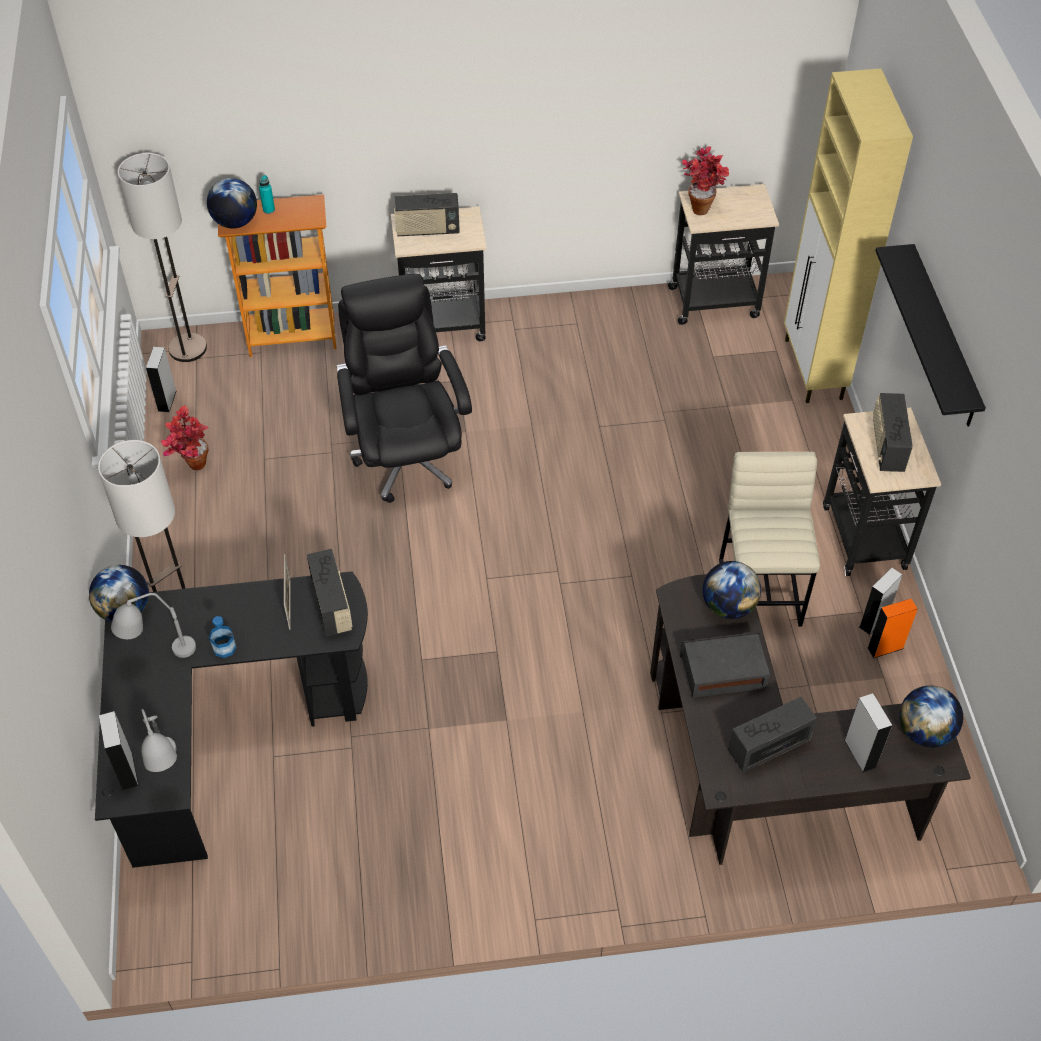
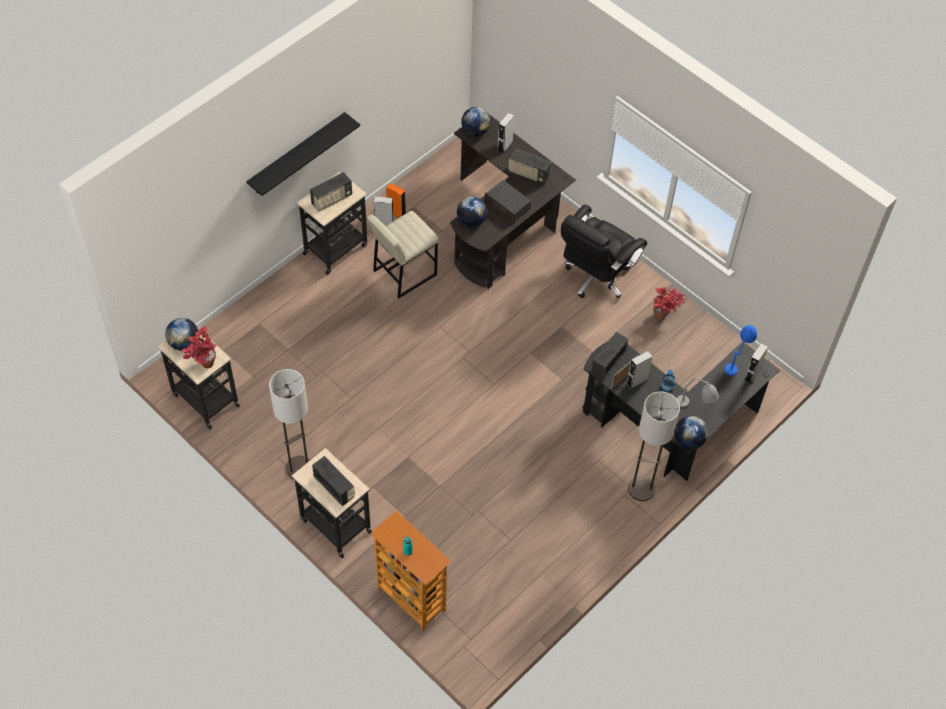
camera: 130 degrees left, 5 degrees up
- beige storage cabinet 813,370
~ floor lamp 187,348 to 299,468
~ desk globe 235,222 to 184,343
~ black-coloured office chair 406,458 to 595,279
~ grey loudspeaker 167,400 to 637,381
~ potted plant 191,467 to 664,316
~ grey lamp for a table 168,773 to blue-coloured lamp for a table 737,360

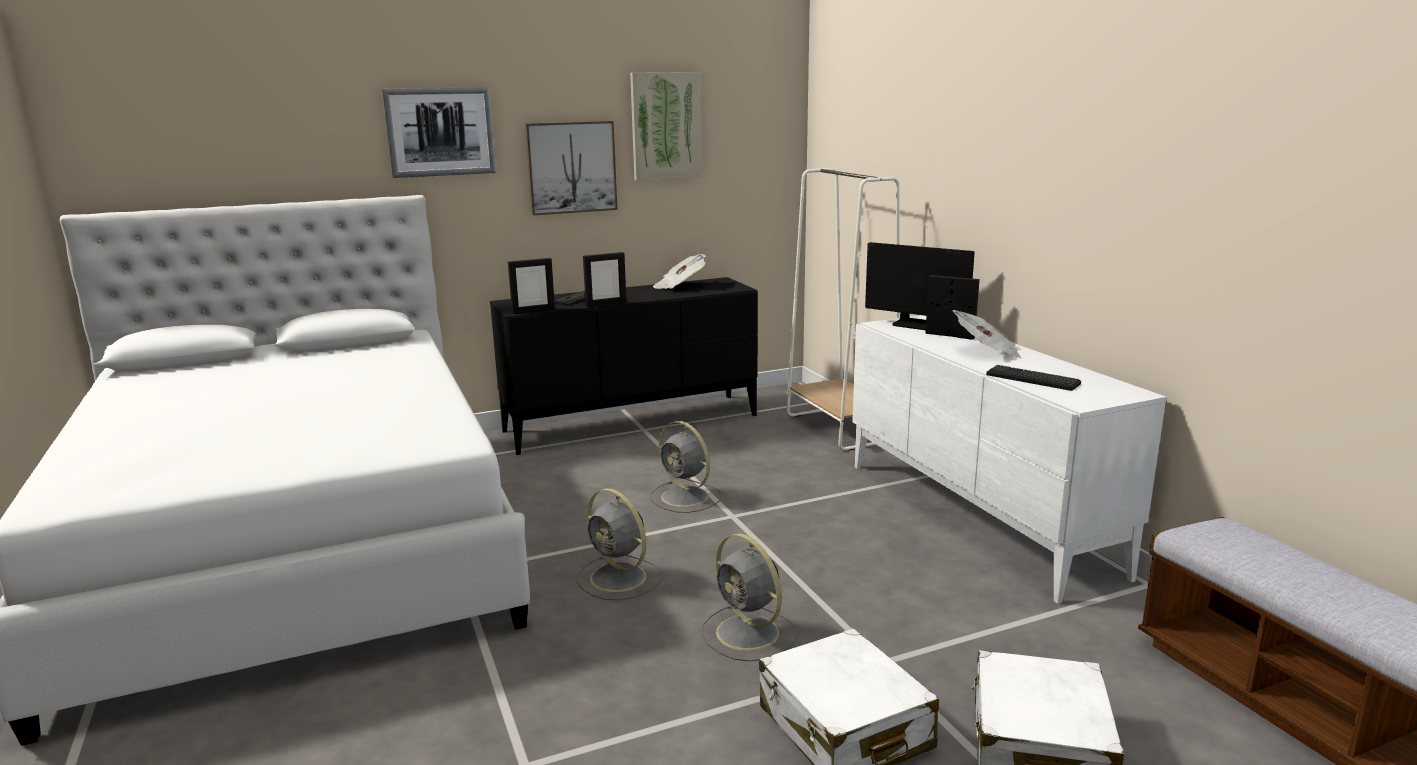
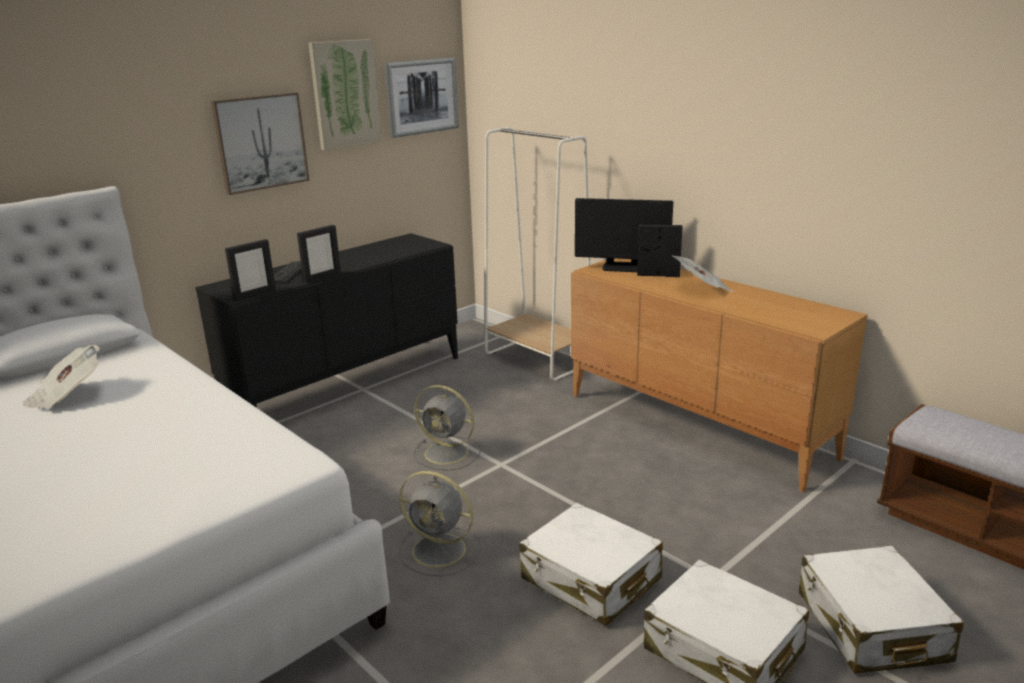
camera: 20 degrees left, 5 degrees up
~ wall picture 440,132 to 422,97
~ newspaper 679,286 to 67,396
~ white-coloured chest of drawers 978,517 to brown-coloured chest of drawers 698,425
- computer keyboard 1032,379
~ grey fan 749,634 to white-coloured piece of luggage 590,579

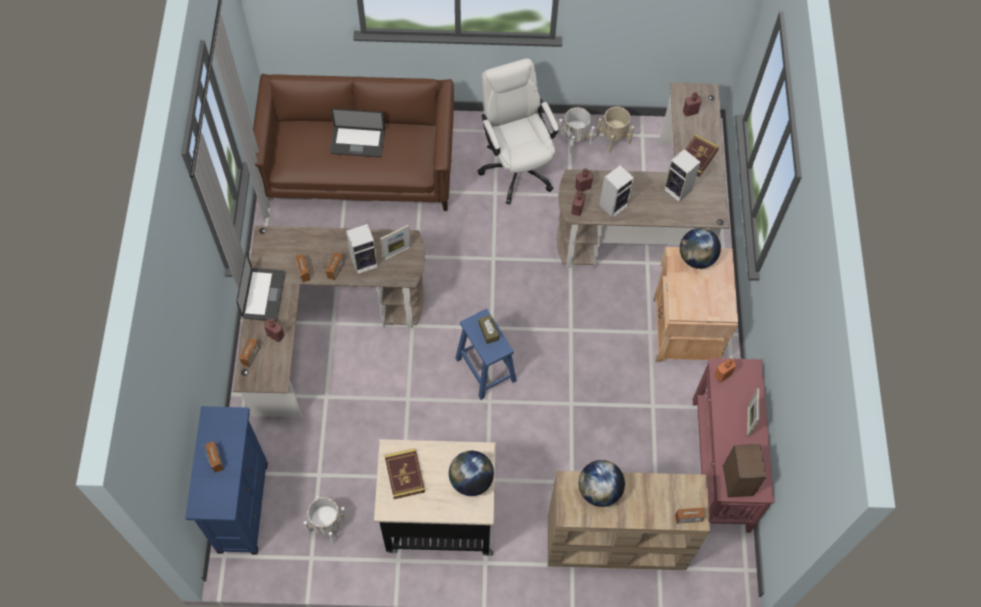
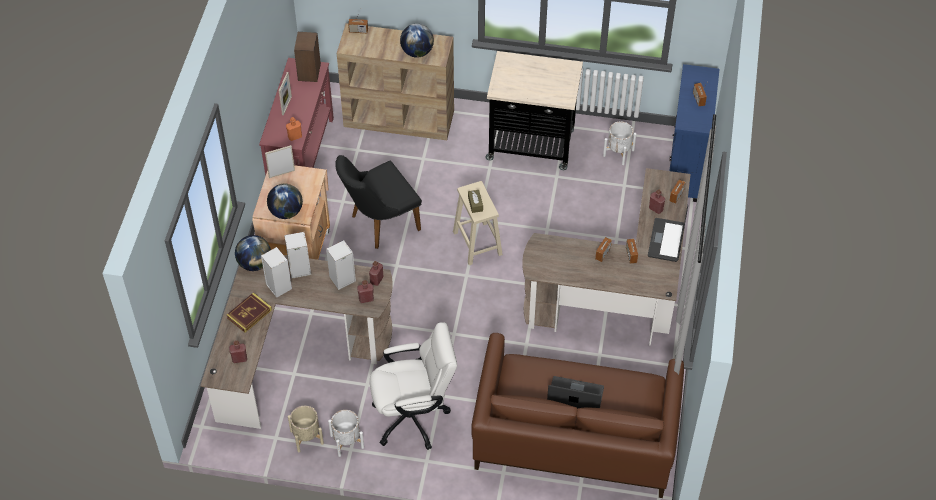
camera: 170 degrees left, 10 degrees down
~ white-coloured office chair 516,168 = 414,418 90 degrees counterclockwise
~ loudspeaker 365,261 to 299,270
~ photo frame 397,253 to 281,173
~ blue-coloured sitting stool 486,370 to beige sitting stool 477,242
- book 404,474
~ desk globe 471,480 to 255,263
+ black-coloured plain chair 379,224

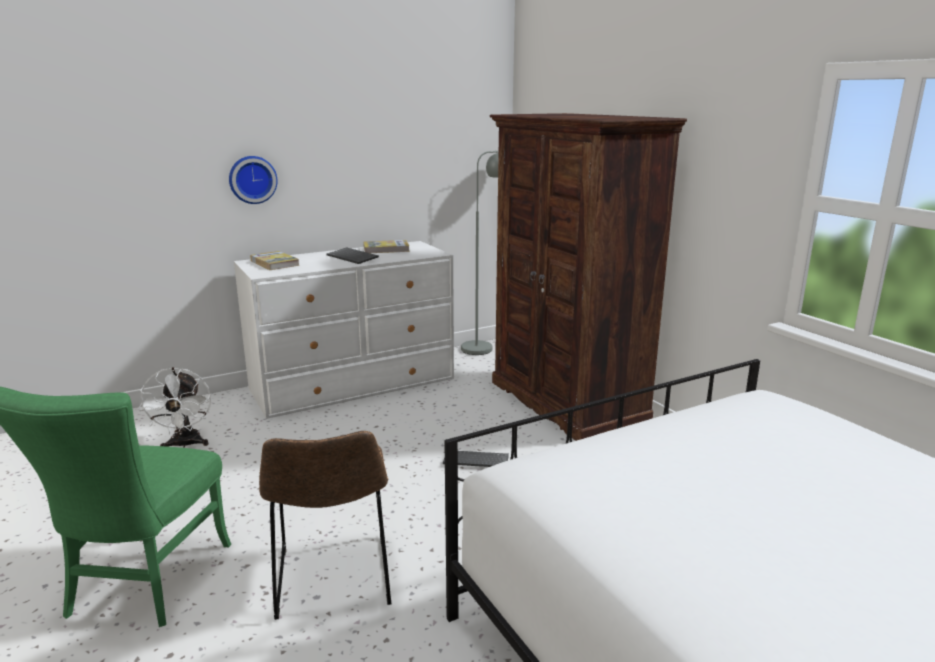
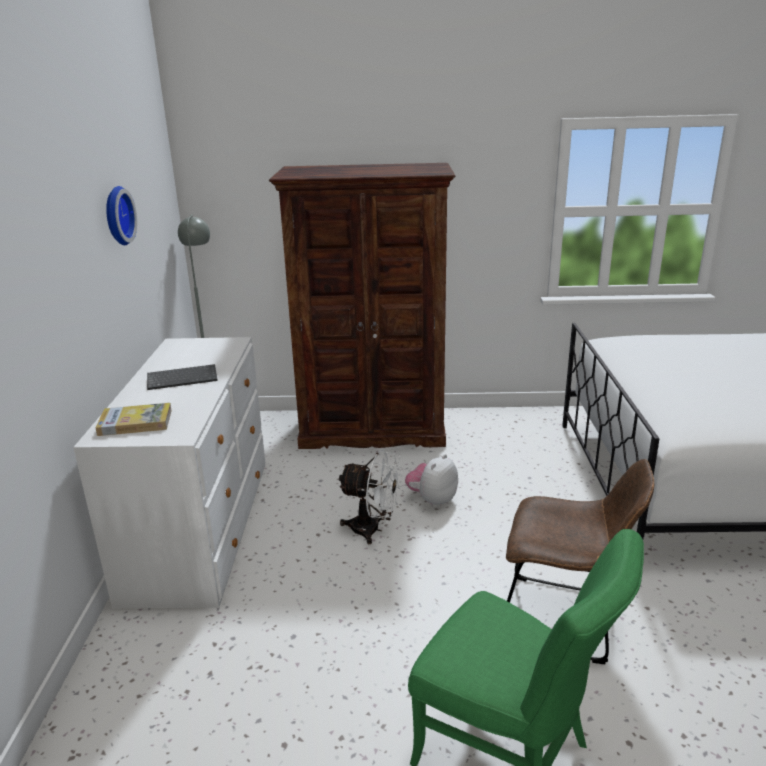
camera: 60 degrees left, 5 degrees up
~ hanging clock 252,179 to 116,216
- book 386,249
~ white-coloured fan 185,445 to 373,529
~ computer keyboard 475,461 to soft toy 432,500

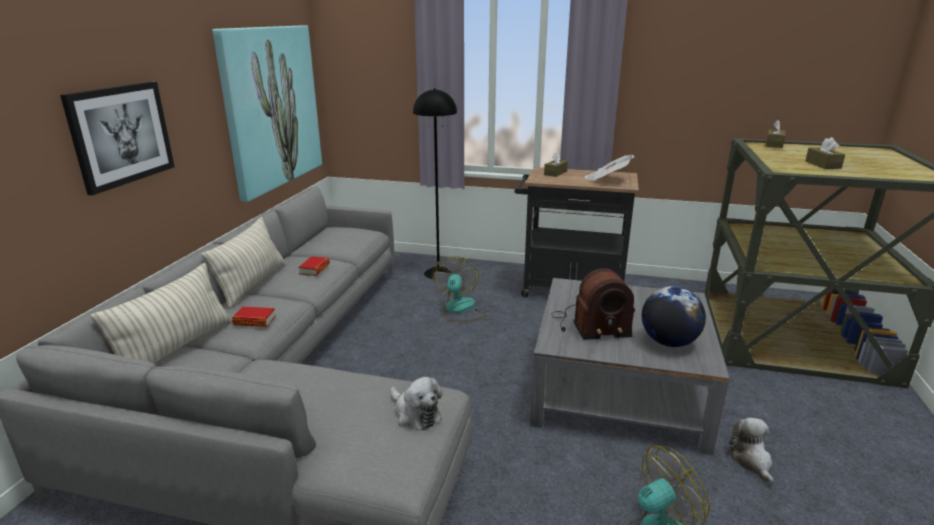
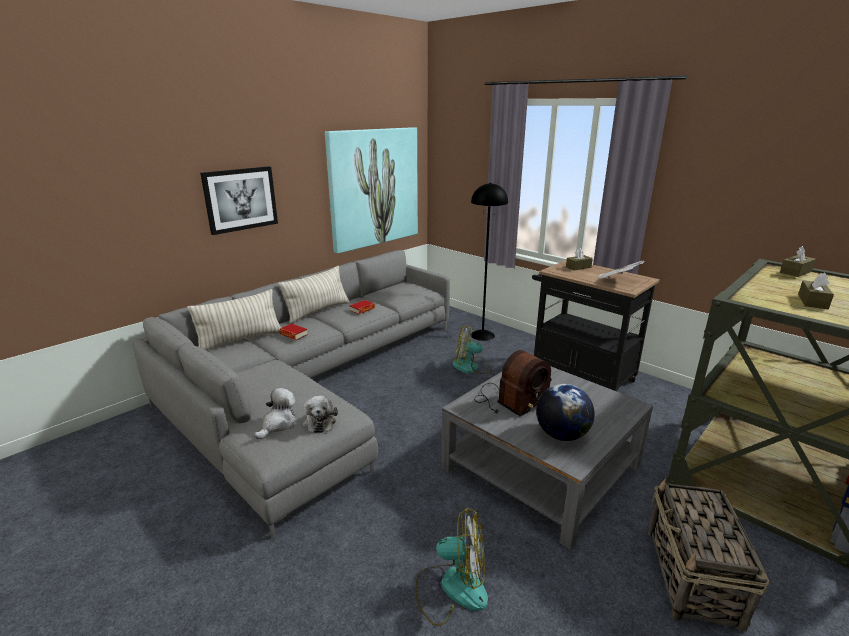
camera: 30 degrees right, 0 degrees up
~ fan 459,310 = 471,367 120 degrees counterclockwise
~ radio set 589,325 = 510,401 60 degrees counterclockwise
~ soft toy 751,460 to 278,424
+ storage basket 692,577

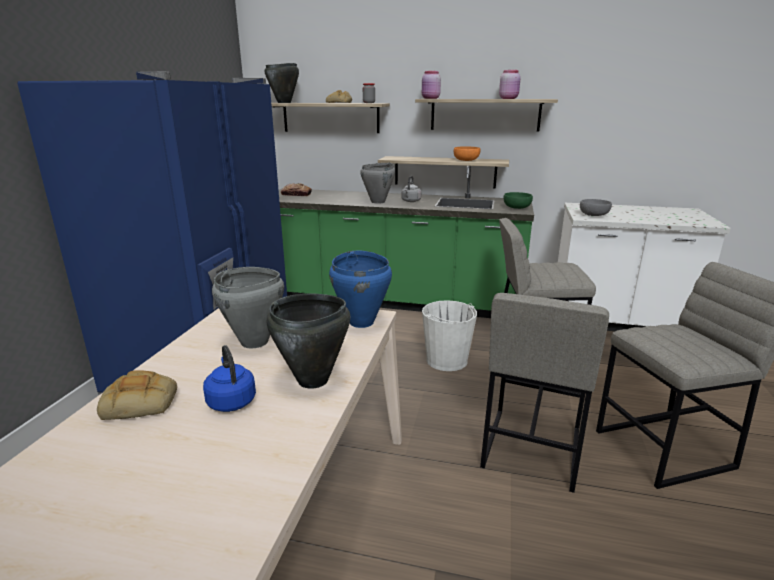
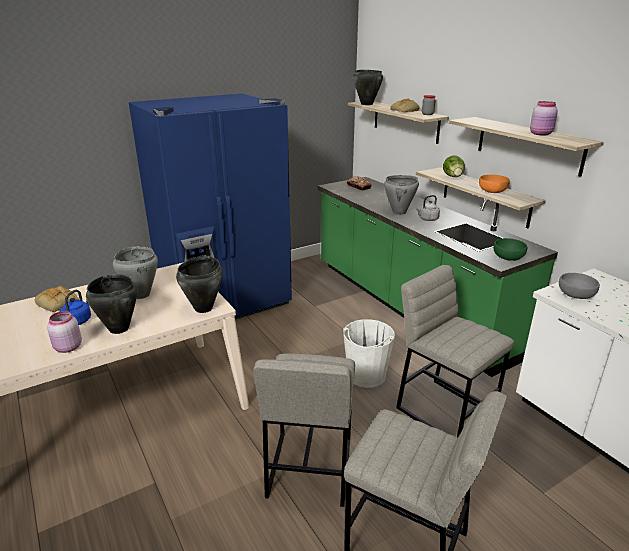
camera: 45 degrees right, 5 degrees up
~ pinkish preserve jar 430,98 to 67,348
~ blue-coloured stockpot 362,322 to black-coloured stockpot 204,308
~ grey plain chair 531,450 = 309,470 60 degrees counterclockwise
+ head of lettuce 453,177

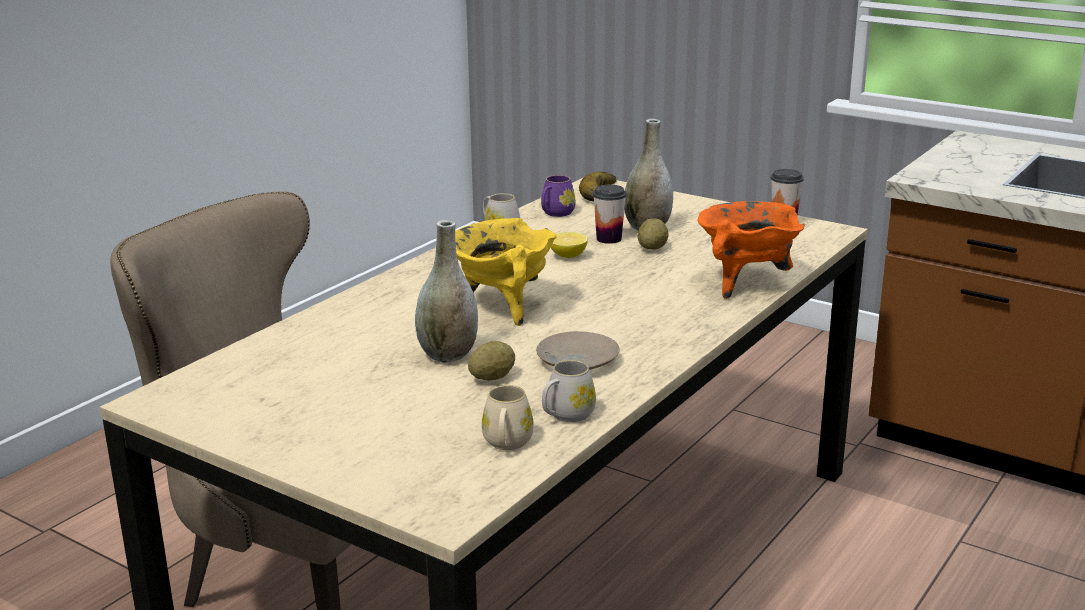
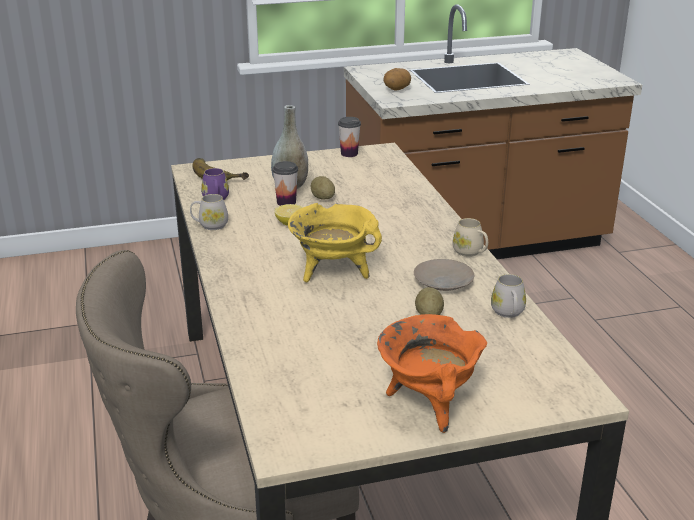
camera: 50 degrees left, 5 degrees up
~ orange-coloured stockpot 746,283 to 428,404
- grey decorative vase 448,355
~ beige tea mug 507,444 to 470,252
+ whole potato 396,89

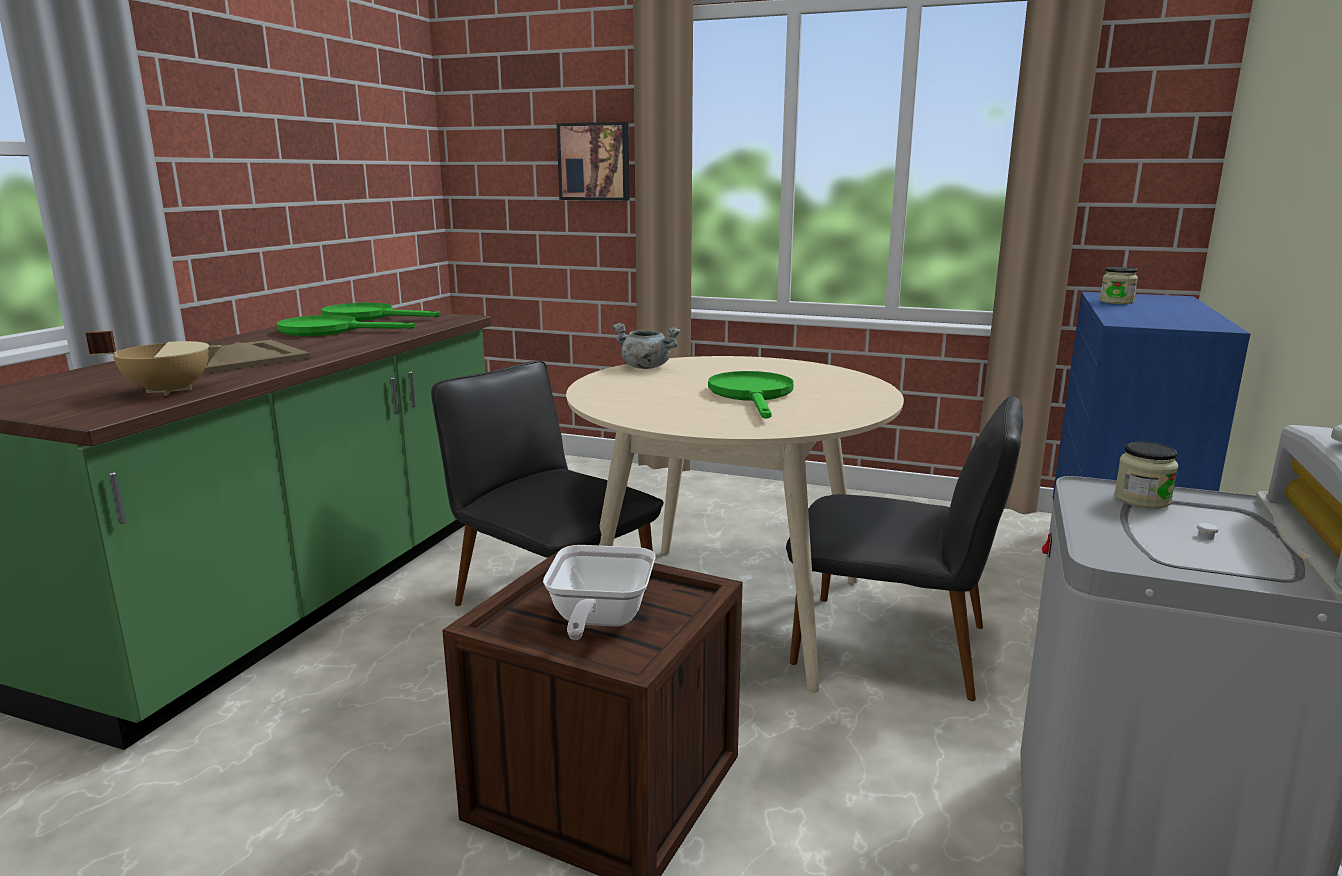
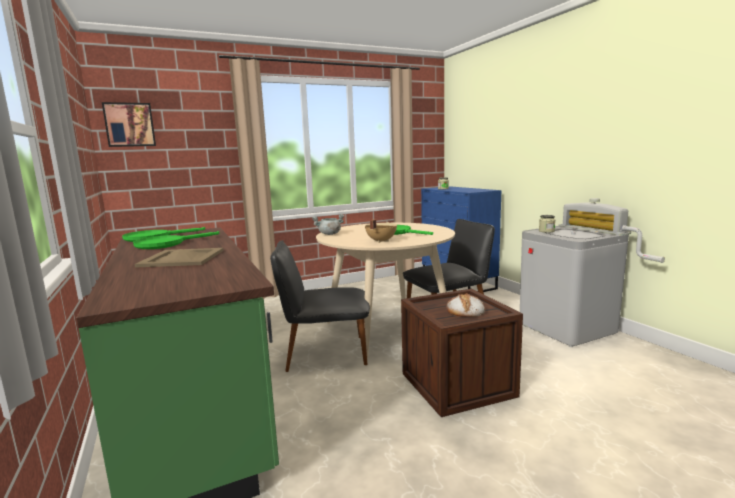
camera: 45 degrees left, 5 degrees down
~ wall picture 595,161 to 130,125
~ beige stockpot 168,391 to 380,241
~ frying pan 598,621 to bakery bread 464,310

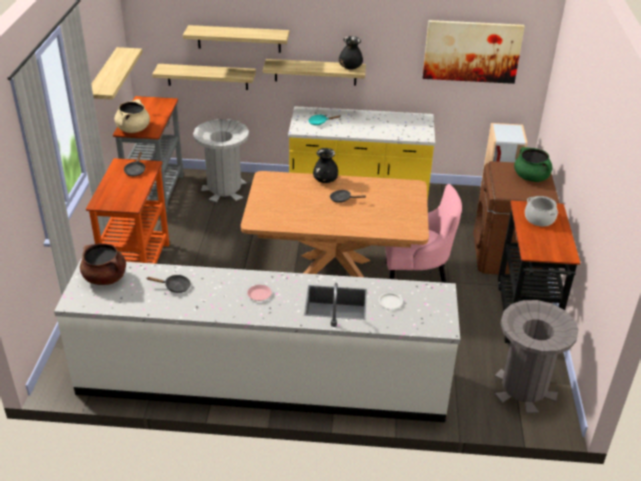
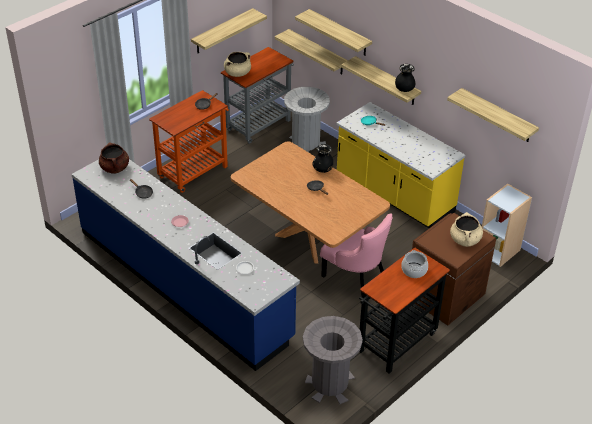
camera: 40 degrees right, 5 degrees up
~ wall picture 472,51 to wall shelf 498,116
~ green-coloured stockpot 531,177 to beige stockpot 465,240
~ white-coloured kitchen base unit 263,380 to blue-coloured kitchen base unit 184,283

